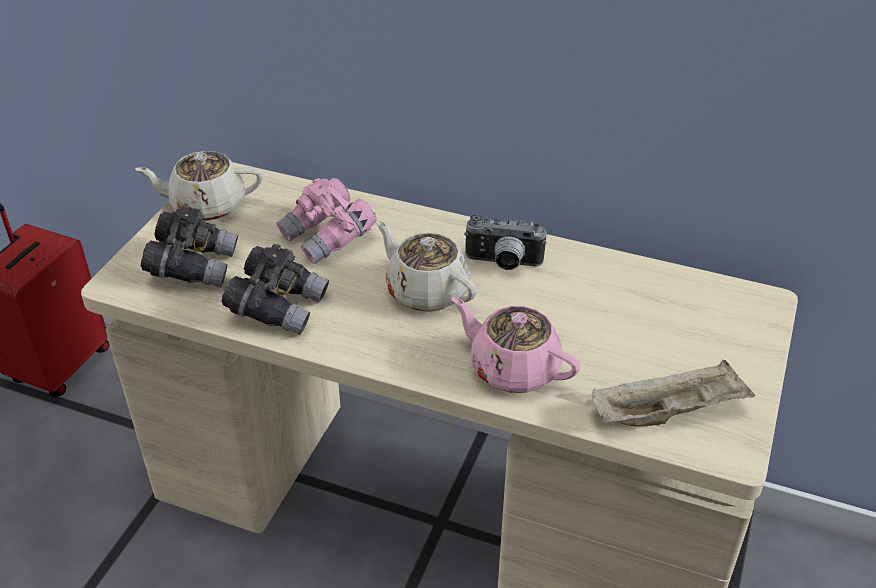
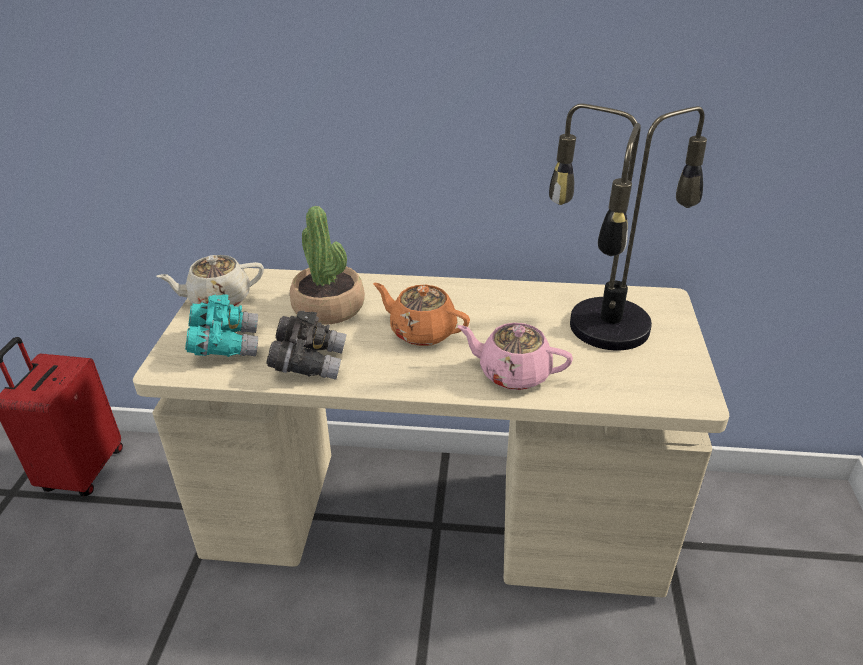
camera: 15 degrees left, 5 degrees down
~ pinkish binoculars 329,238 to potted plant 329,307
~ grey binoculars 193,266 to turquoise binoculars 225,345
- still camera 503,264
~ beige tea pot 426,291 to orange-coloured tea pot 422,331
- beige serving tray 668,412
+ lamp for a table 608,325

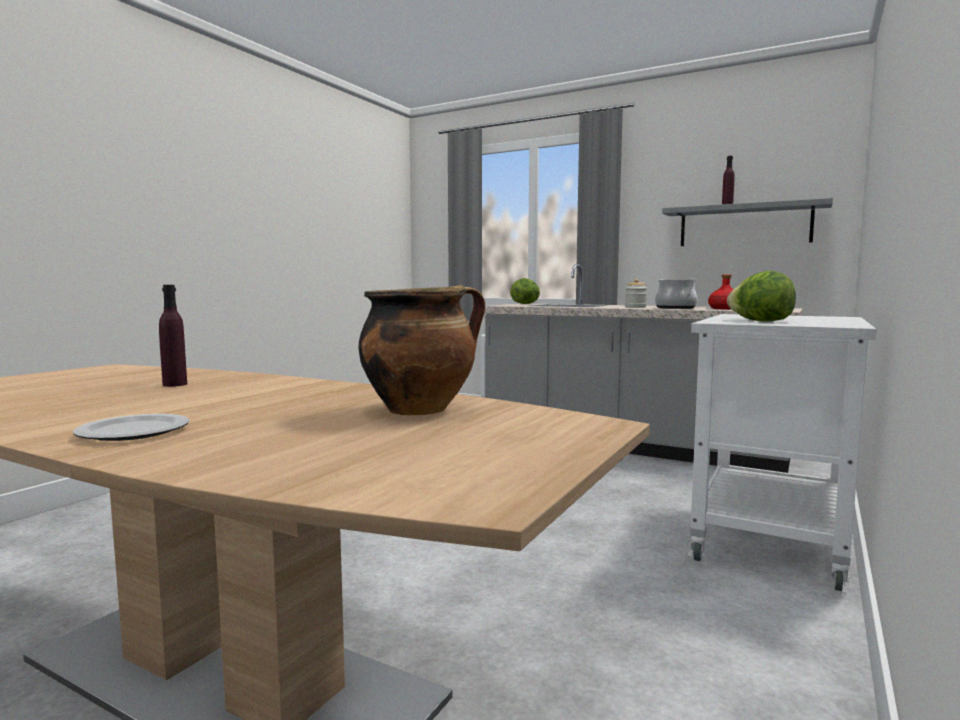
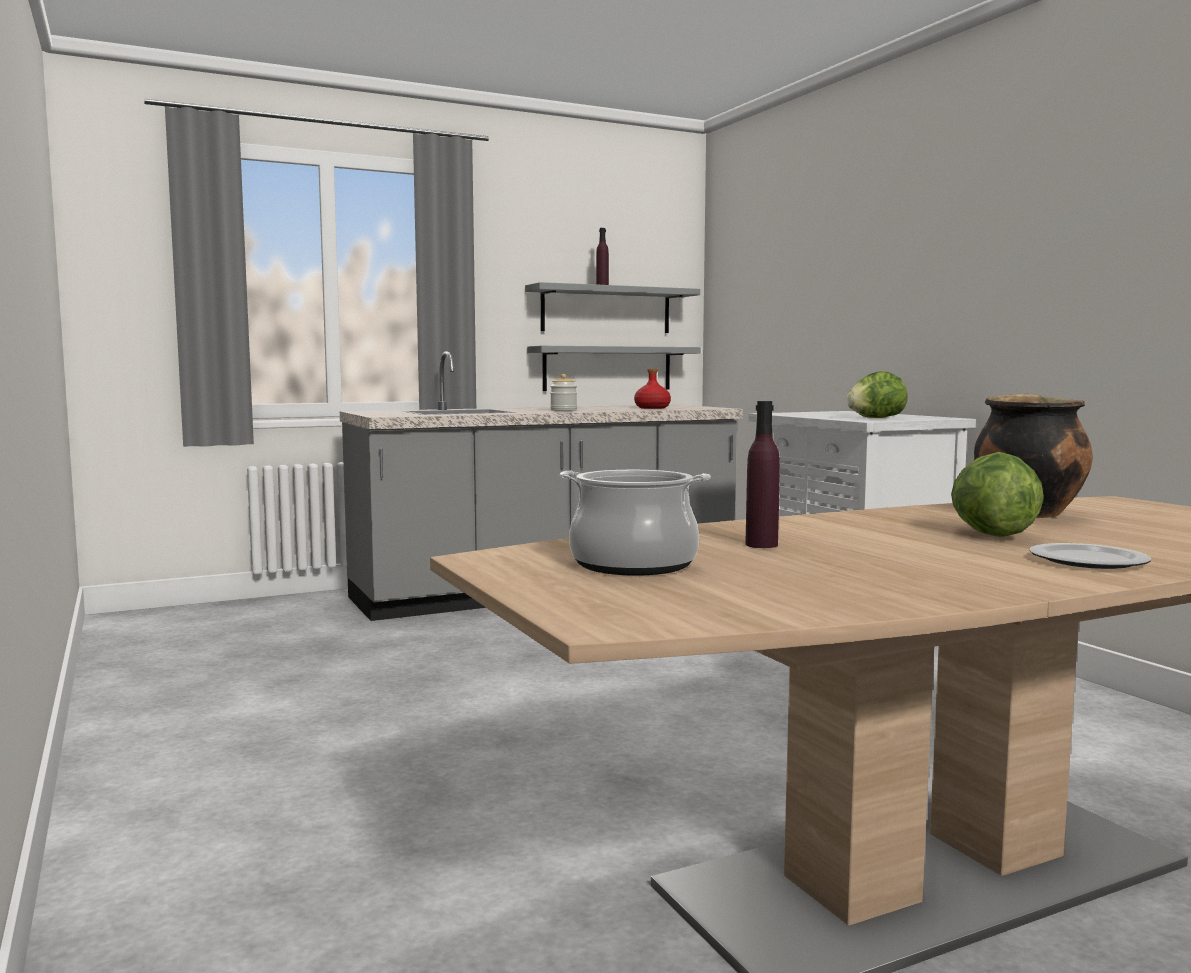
camera: 55 degrees left, 0 degrees up
~ head of lettuce 526,304 to 991,534
~ stockpot 675,308 to 634,564
+ grey wall shelf 607,368

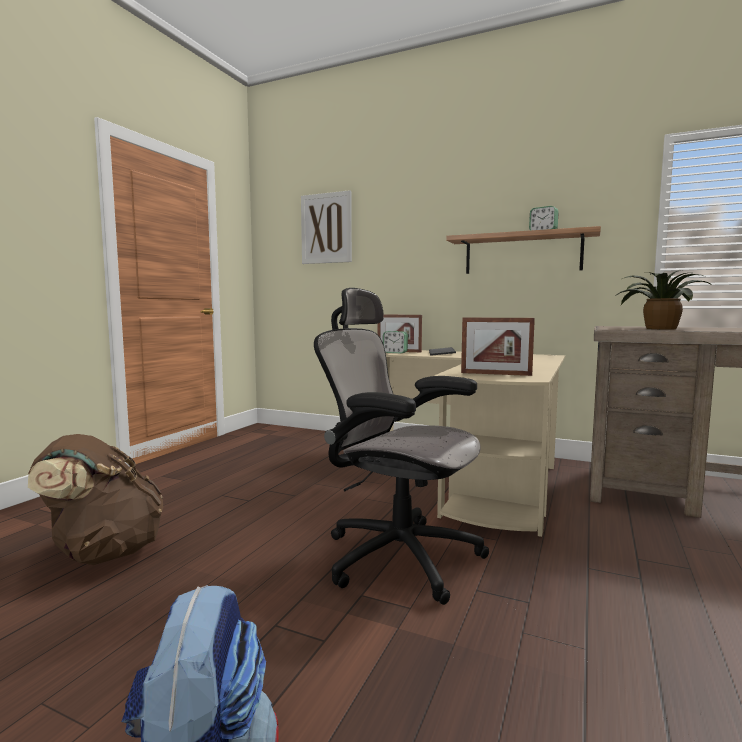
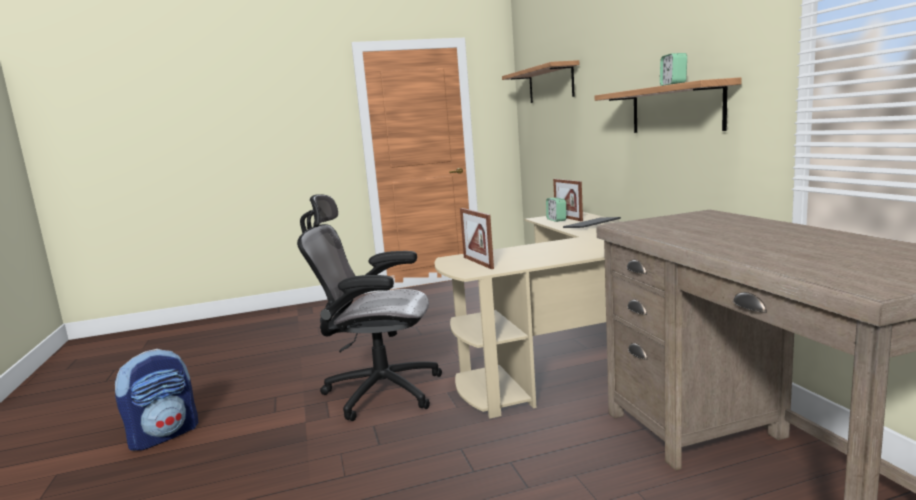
camera: 50 degrees right, 5 degrees up
~ wall picture 326,228 to wall shelf 550,84
- potted plant 658,328
~ office chair 399,558 = 381,392 75 degrees counterclockwise
- brown-coloured backpack 103,553

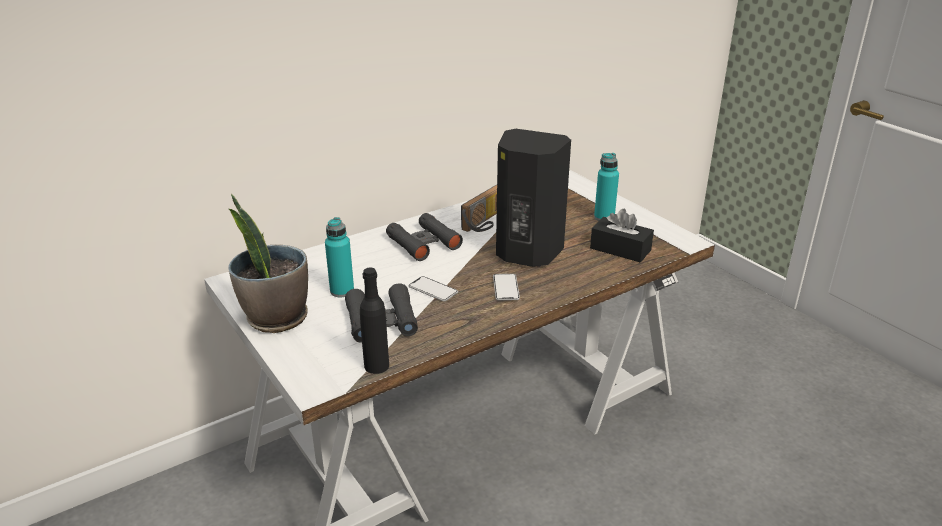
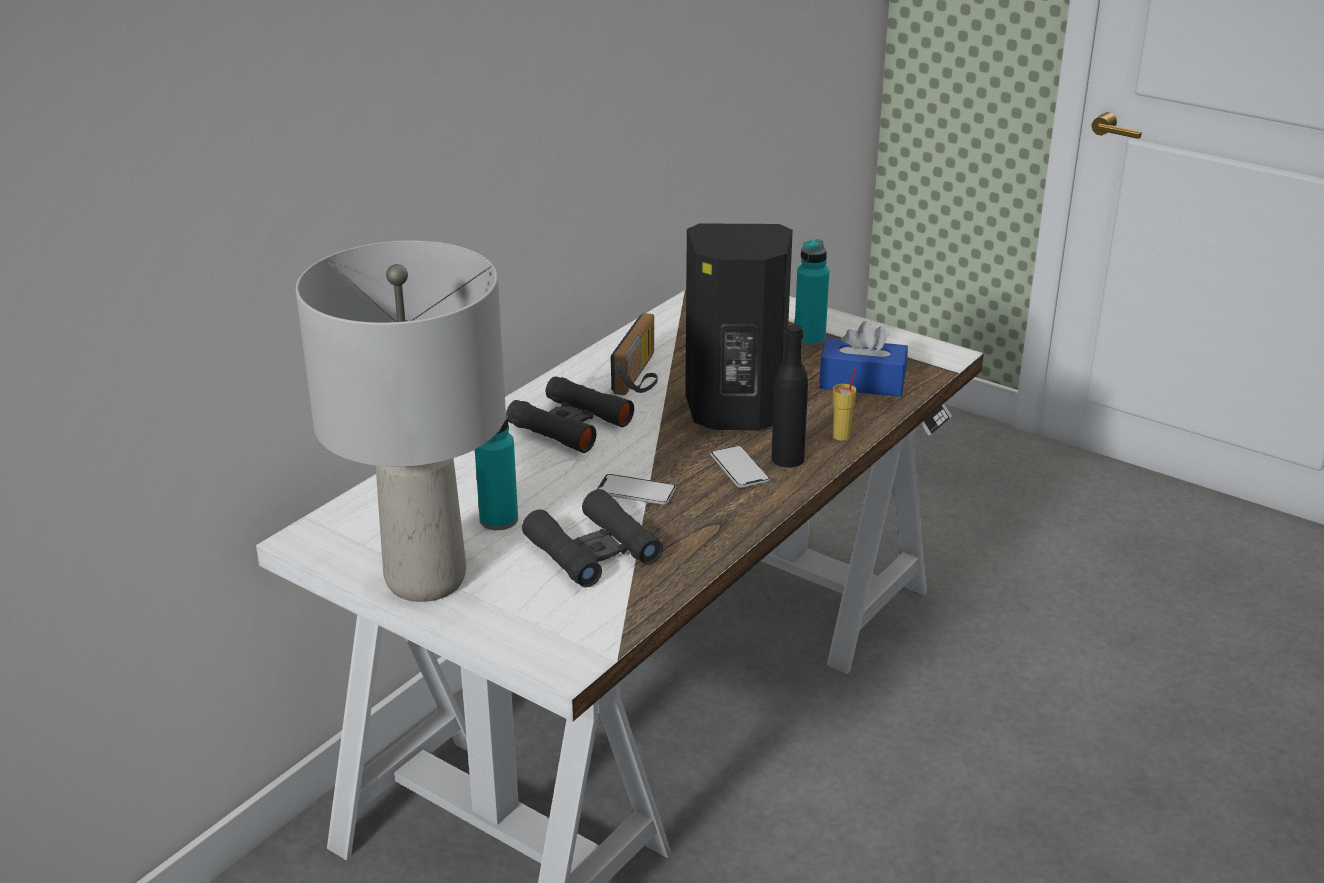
camera: 20 degrees left, 0 degrees up
~ potted plant 276,318 to grey lamp for a table 427,580
~ black-coloured tissue holder 620,249 to blue-coloured tissue holder 862,382
~ black-coloured drink bottle 376,366 to 787,459
+ yellowish small cup 842,436

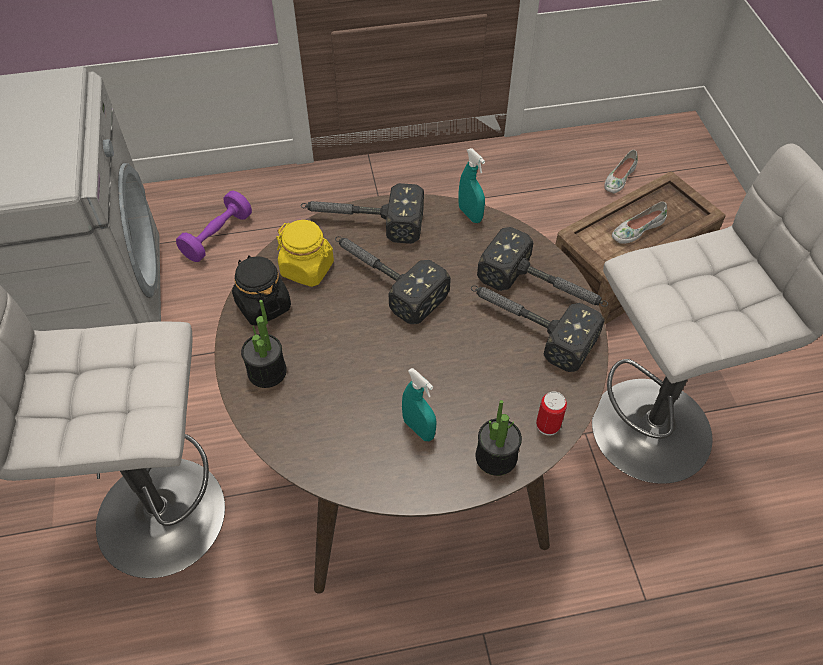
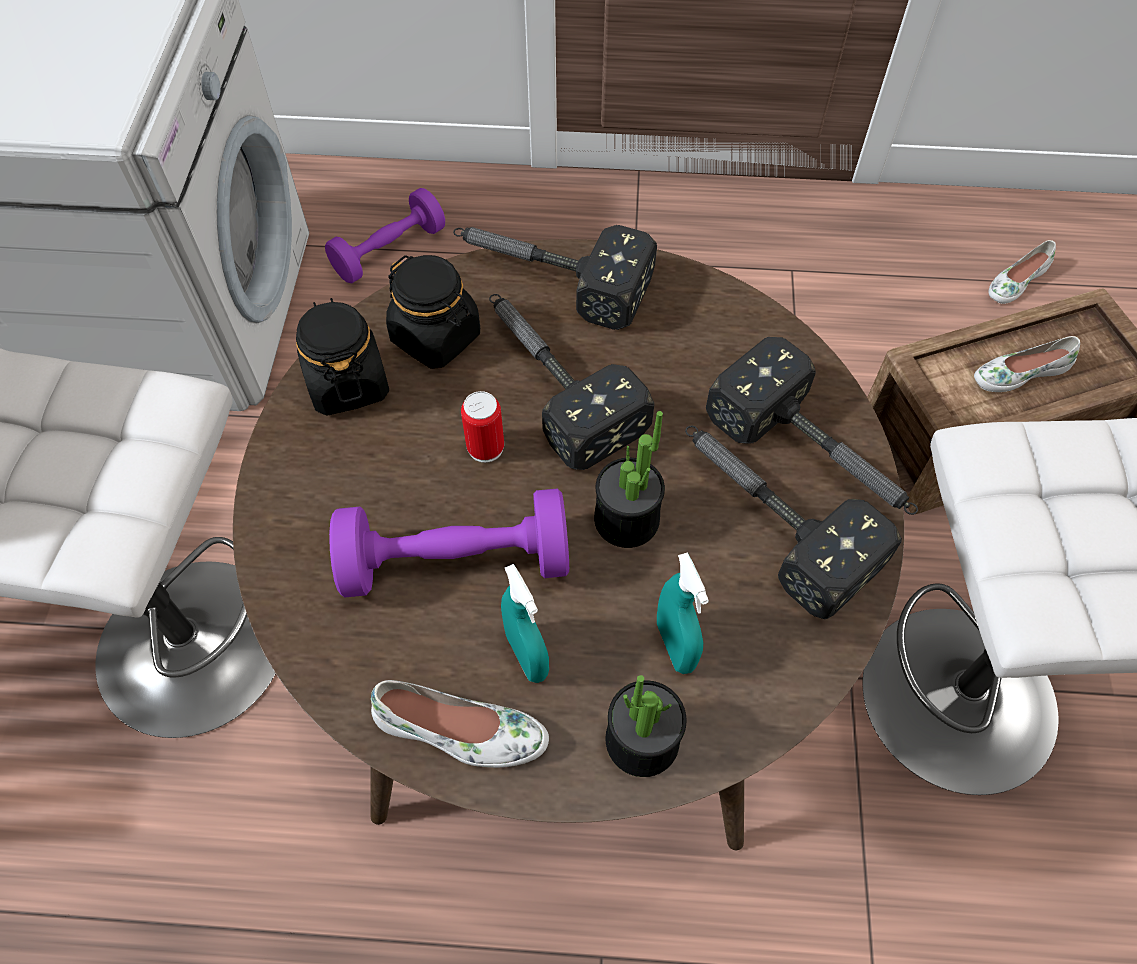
camera: 15 degrees right, 5 degrees up
~ turquoise sprayer 470,214 to 675,646
~ yellowish preserve jar 307,269 to black-coloured preserve jar 436,337
~ potted plant 267,371 to 626,519
~ can 548,425 to 485,447
+ purplish dumbbell 456,562
+ white-coloured low shoe 460,731

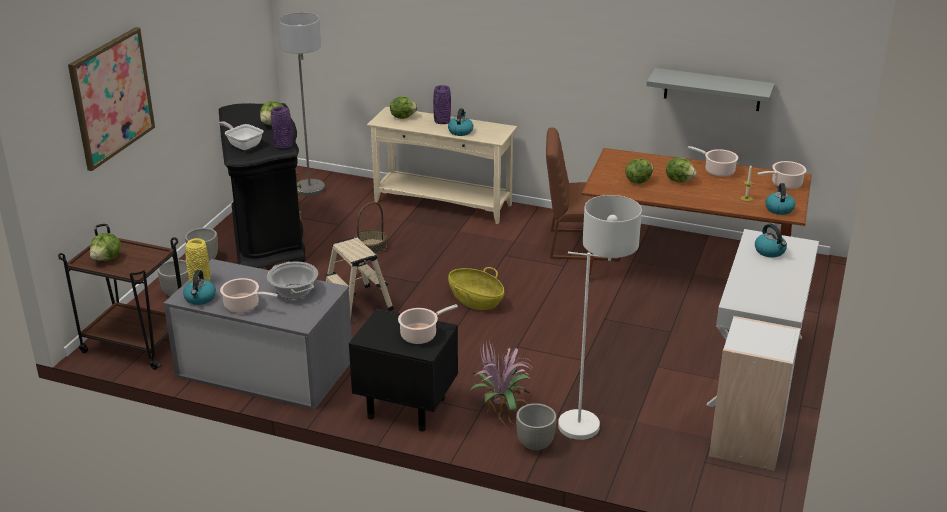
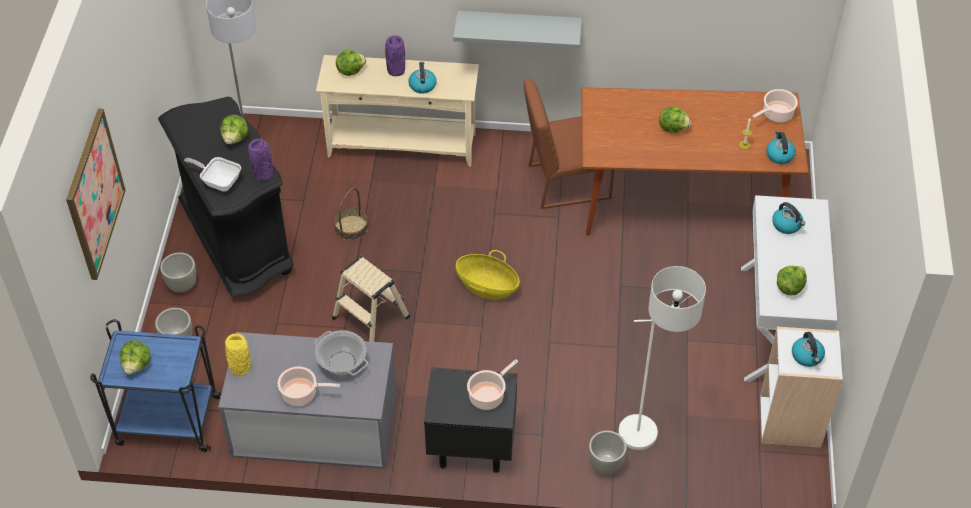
camera: 15 degrees left, 20 degrees up
~ grey wall shelf 712,89 to 519,26
- stockpot 717,171
~ head of lettuce 638,181 to 789,287
~ brown-coloured wheeled cart 135,343 to blue-coloured wheeled cart 167,420
~ water kettle 200,298 to 807,356
- potted plant 501,410

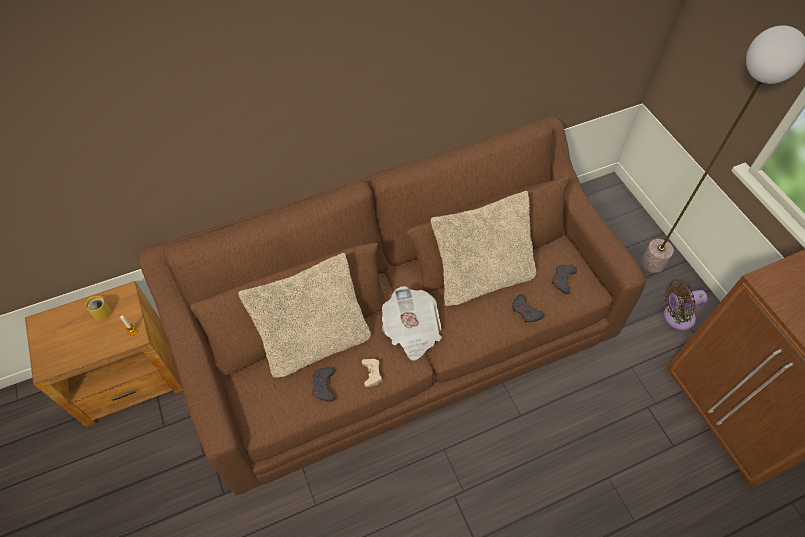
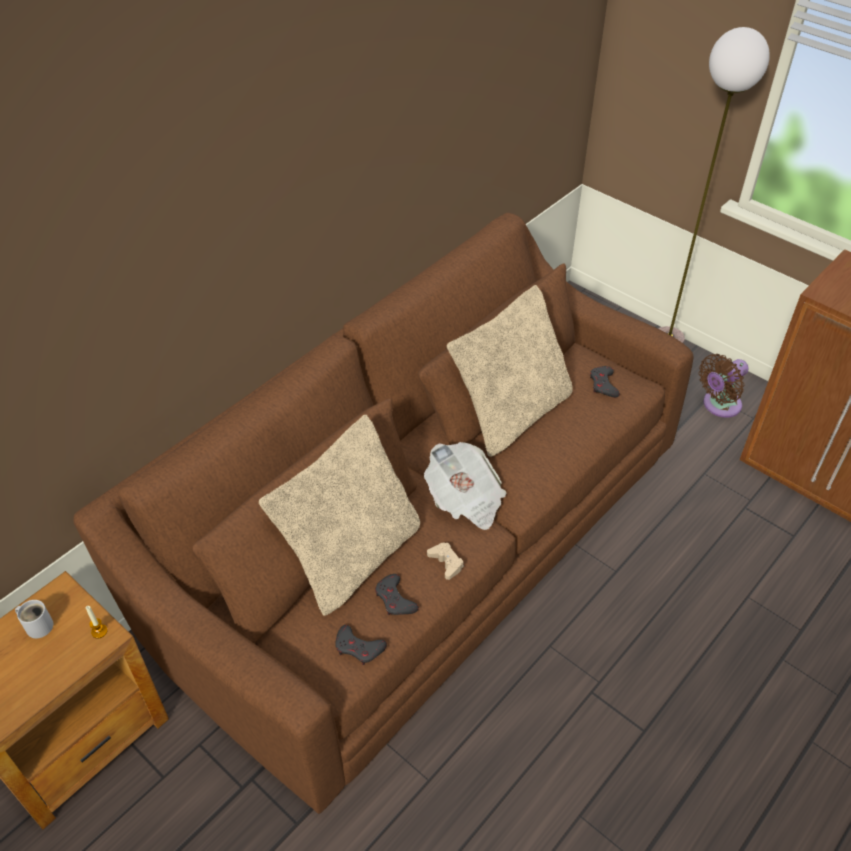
camera: 25 degrees left, 10 degrees down
~ grey game controller 526,311 to 359,648
~ yellowish tea mug 102,311 to white-coloured tea mug 38,625

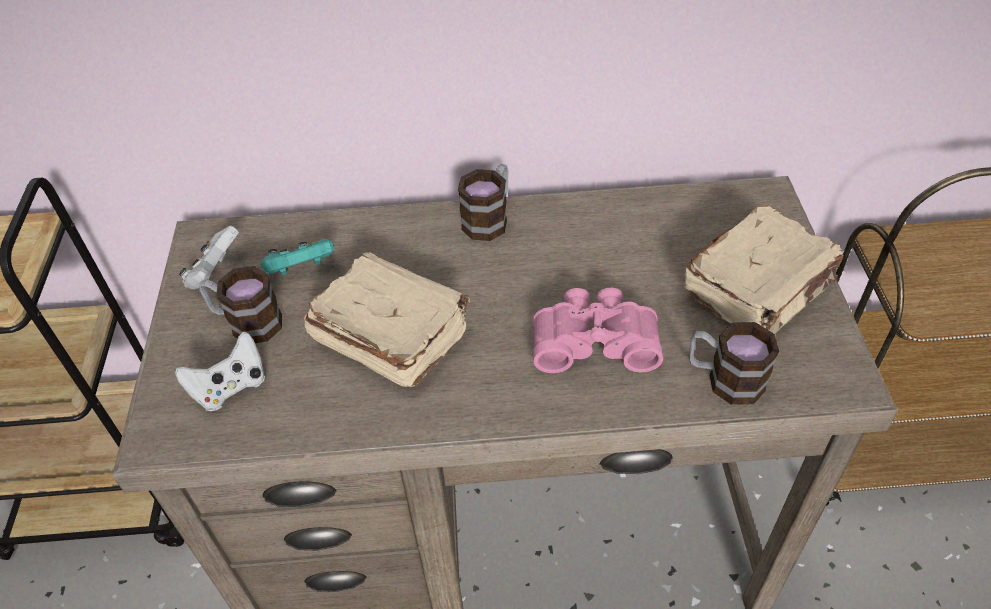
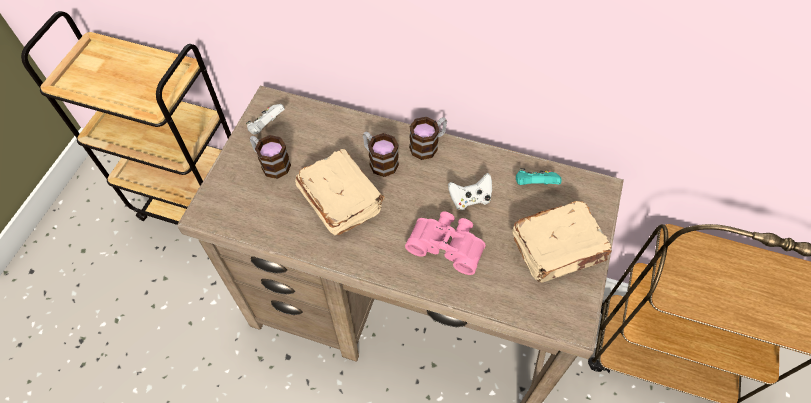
camera: 20 degrees right, 10 degrees up
~ turquoise game controller 301,270 to 534,184
~ tea mug 724,379 to 379,160
~ white-coloured game controller 230,387 to 470,199

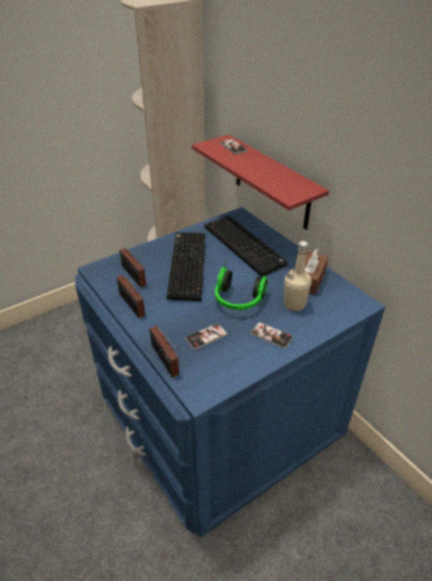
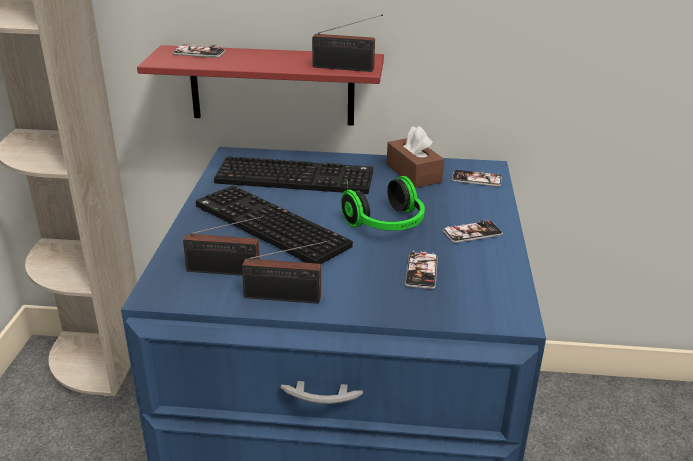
camera: 50 degrees left, 10 degrees down
- beige drink bottle 294,304
~ radio set 165,361 to 346,68
+ handset 476,179

